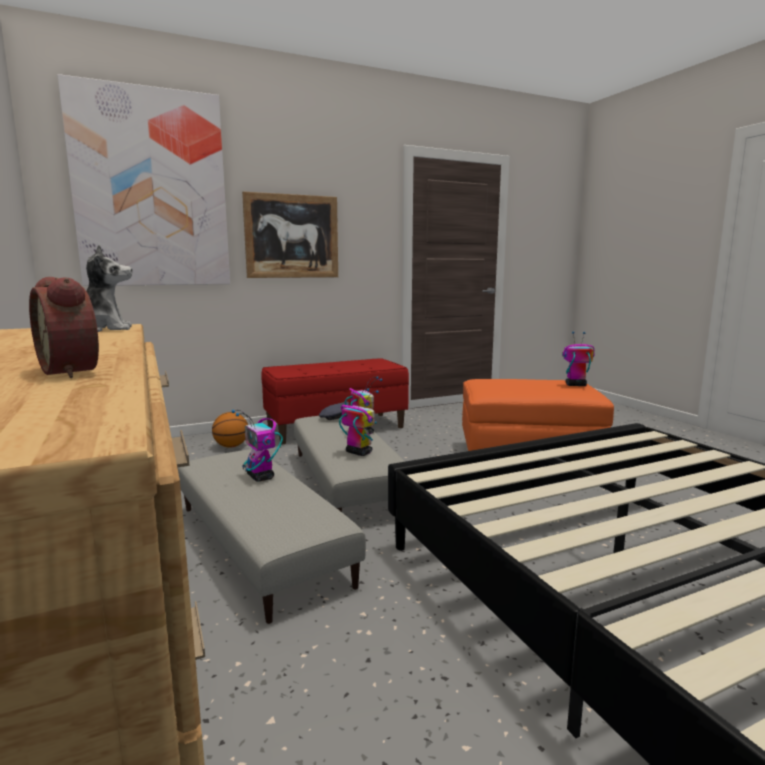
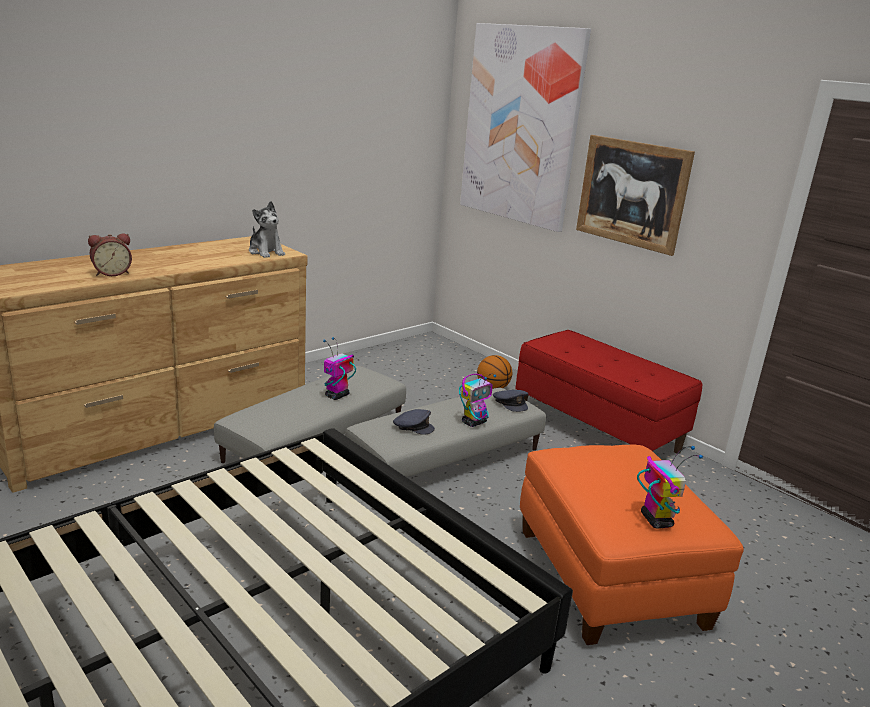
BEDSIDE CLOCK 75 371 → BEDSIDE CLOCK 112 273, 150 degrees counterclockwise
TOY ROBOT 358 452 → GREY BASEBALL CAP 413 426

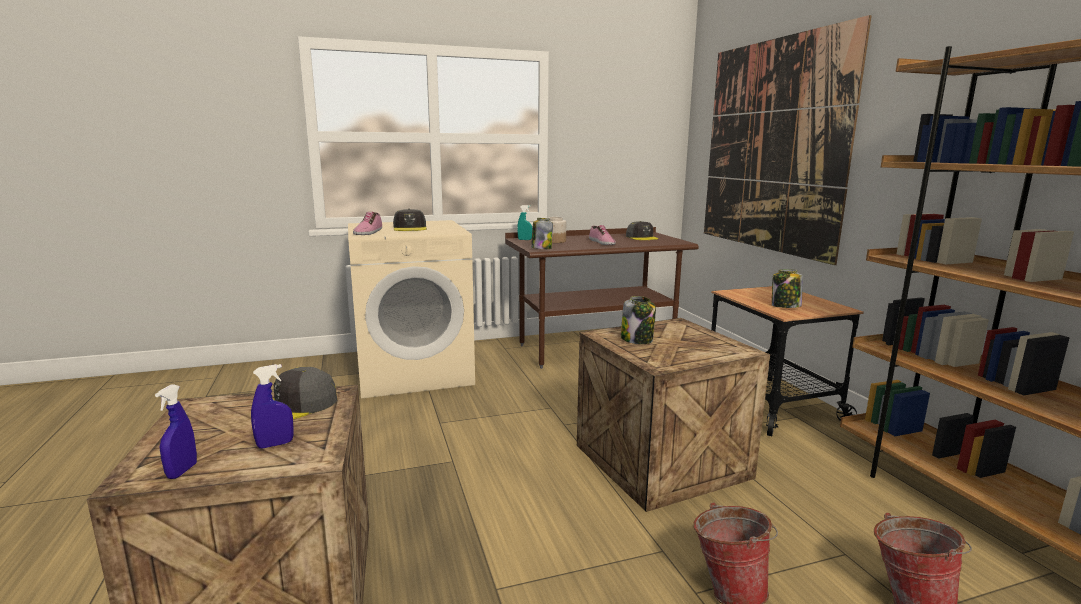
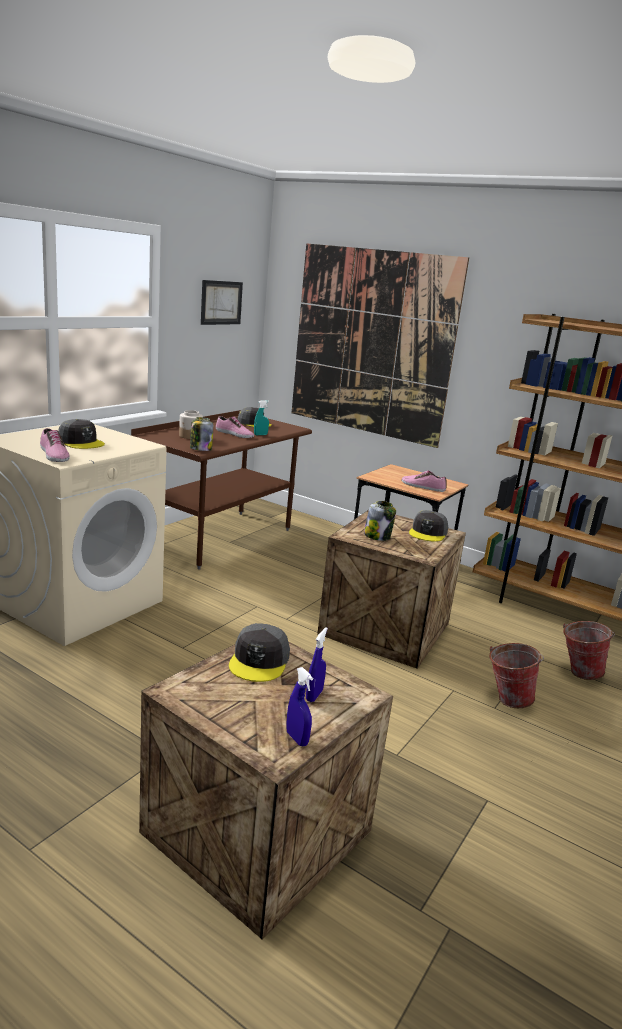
- → WALL ART 221 302
BLUE-GREEN HAND SPRAYER 524 239 → BLUE-GREEN HAND SPRAYER 260 435, relocated
PRESERVE JAR 785 306 → ITEM OF FOOTWEAR 423 486
- → GREY BASEBALL CAP 428 533

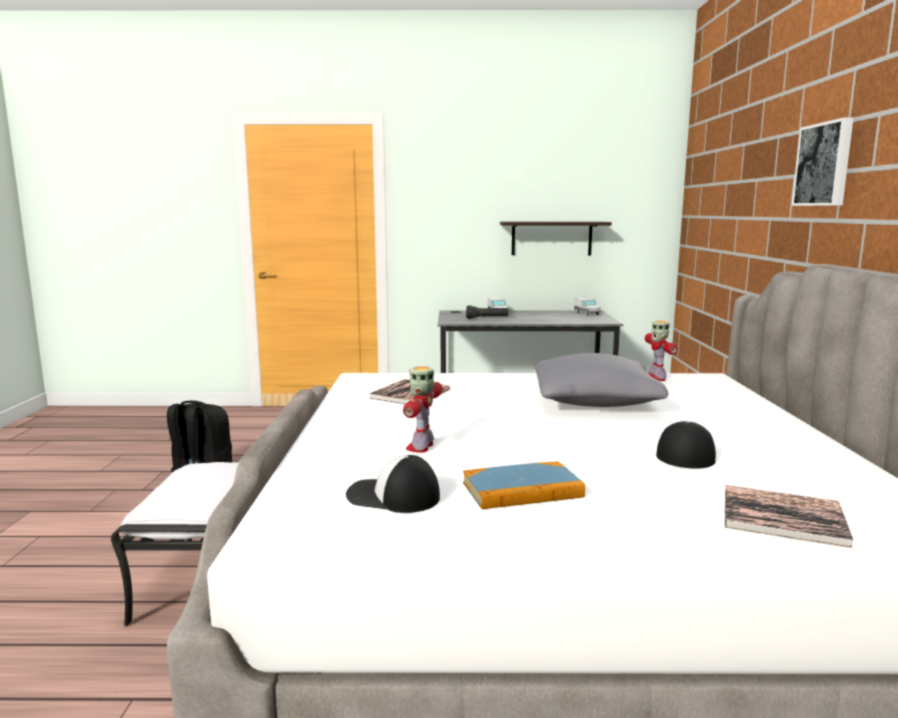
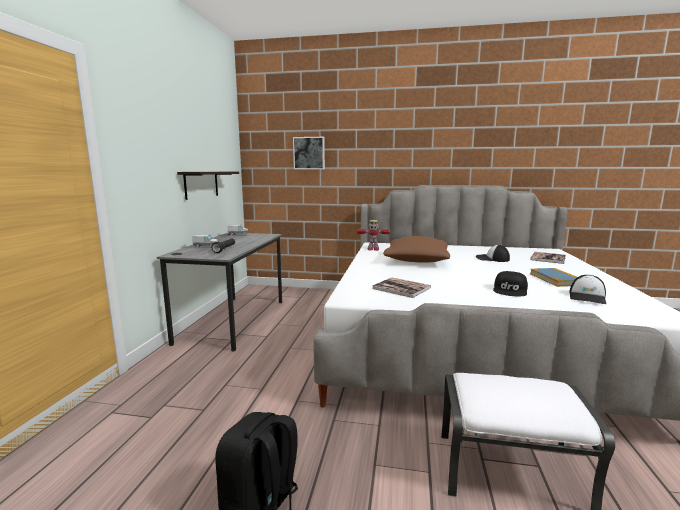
WALL ART 825 164 → WALL ART 309 153, relocated
GREY CUSHION 595 401 → BROWN-COLOURED CUSHION 417 260
TOY ROBOT 421 446 → BLACK BASEBALL CAP 510 290

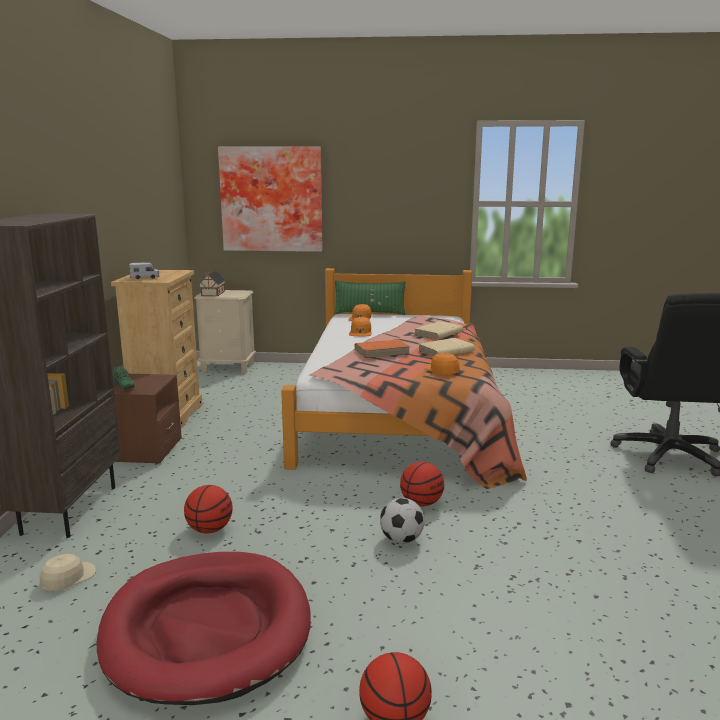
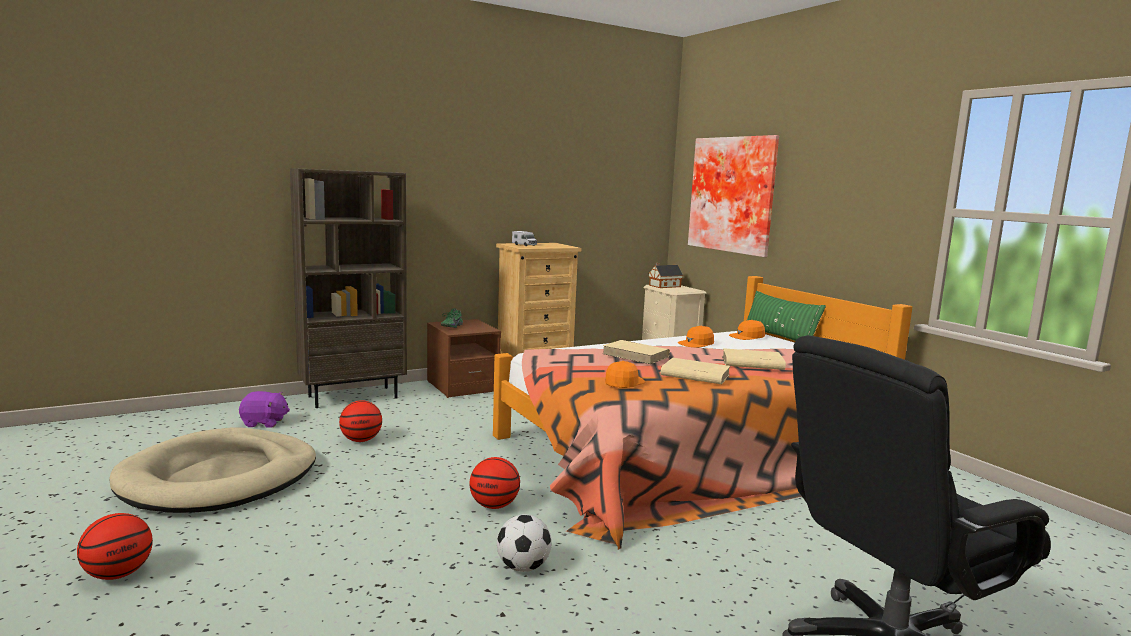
REDDISH DOG BED 207 629 → SAND-COLOURED DOG BED 220 477
SAND-COLOURED BASEBALL CAP 67 578 → PURPLE CUDDLY TOY 264 423
BALL FOR FOOTBALL 401 540 → BALL FOR FOOTBALL 523 567, relocated
ORANGE-COLOURED BOUND BOOK 382 351 → SAND-COLOURED BOUND BOOK 636 355

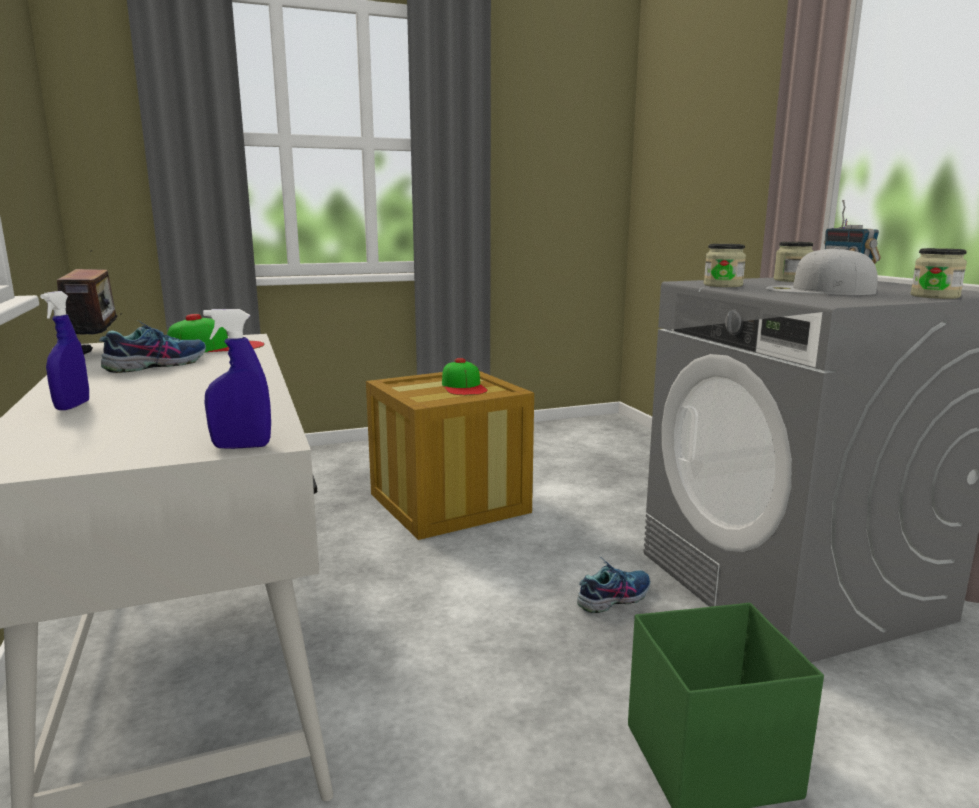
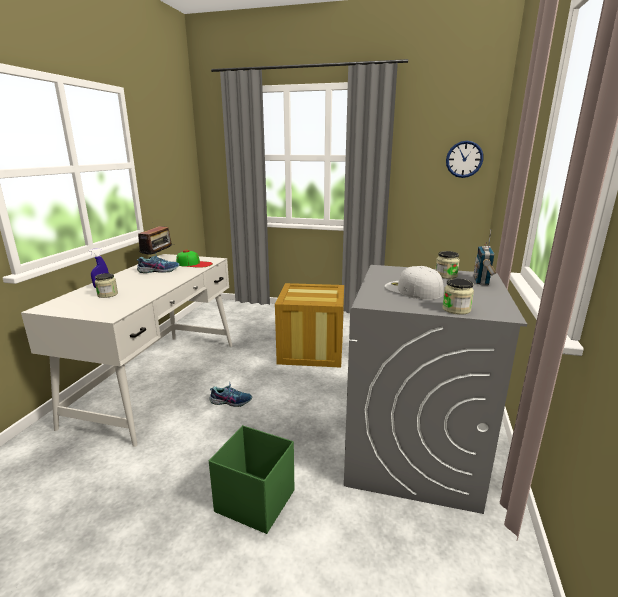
PRESERVE JAR 723 285 → PRESERVE JAR 107 294, relocated
ITEM OF FOOTWEAR 614 597 → ITEM OF FOOTWEAR 231 401, relocated
- → WALL CLOCK 464 159
BLUE HAND SPRAYER 241 446 → -
BASEBALL CAP 463 386 → -

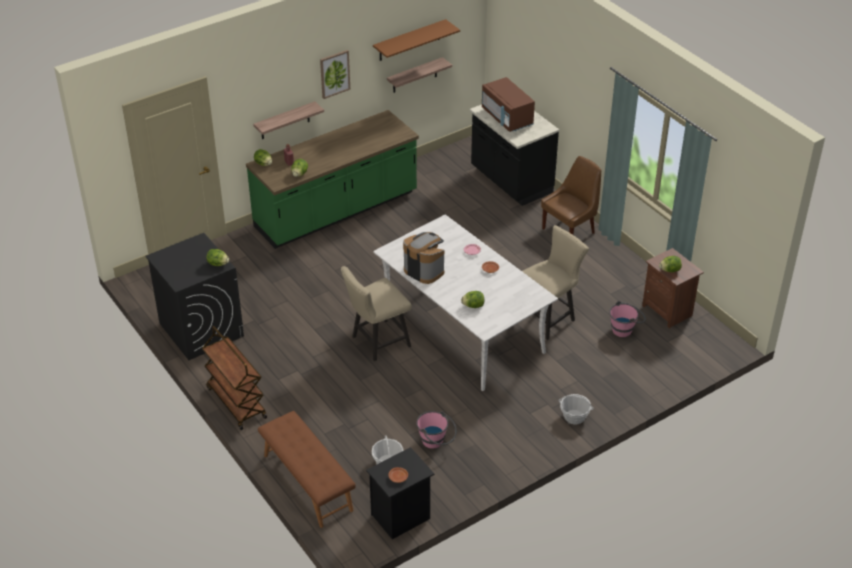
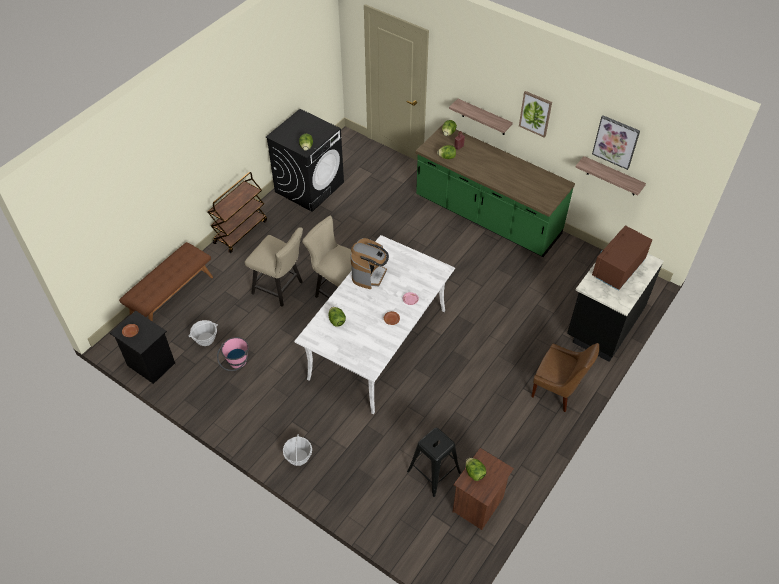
SAND-COLOURED CHAIR 548 317 → SAND-COLOURED CHAIR 281 289, relocated
PINK BUCKET 625 329 → BLACK SITTING STOOL 433 472
BROWN-COLOURED BRACKET SHELF 409 40 → WALL ART 616 142

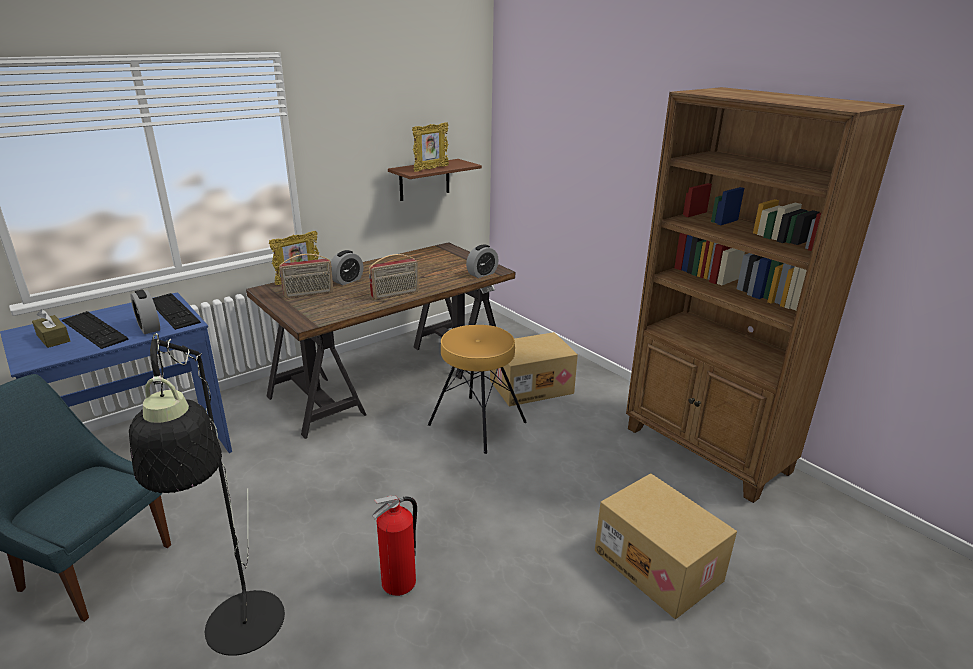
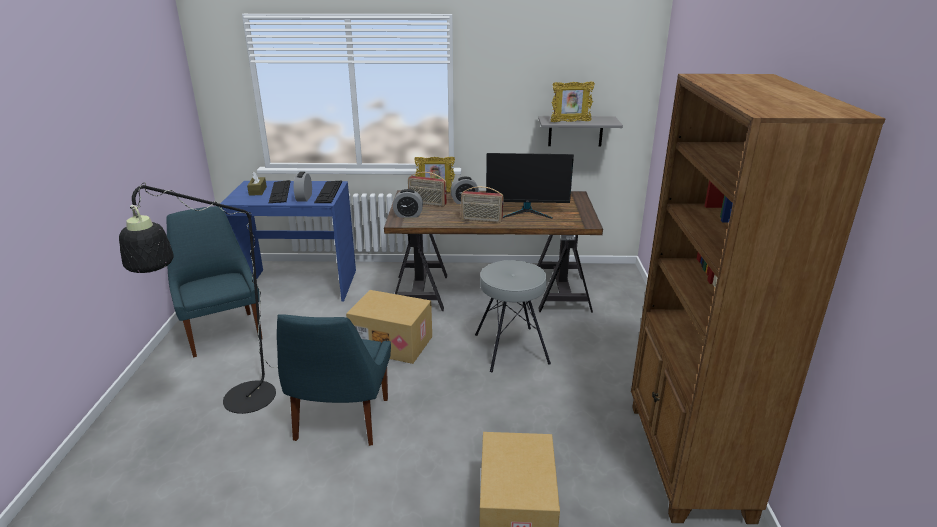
FIRE-FIGHTING CYLINDER 399 582 → BLUE CHAIR 341 422
CARDBOARD BOX 531 386 → CARDBOARD BOX 393 343, relocated
BEDSIDE CLOCK 482 274 → BEDSIDE CLOCK 408 215, relocated
BROWN-COLOURED SITTING STOOL 477 424 → GREY SITTING STOOL 510 349
- → MONITOR 527 212
BROWN-COLOURED BRACKET SHELF 424 180 → GREY BRACKET SHELF 575 131

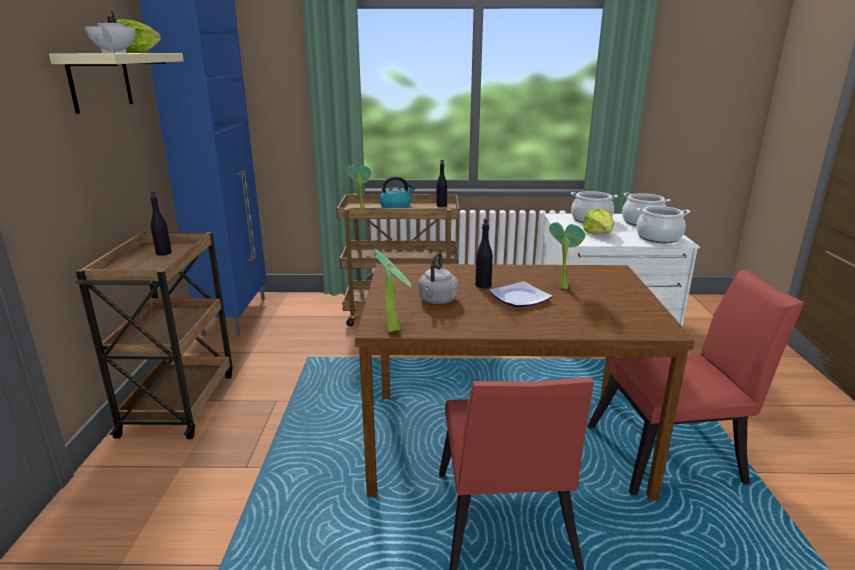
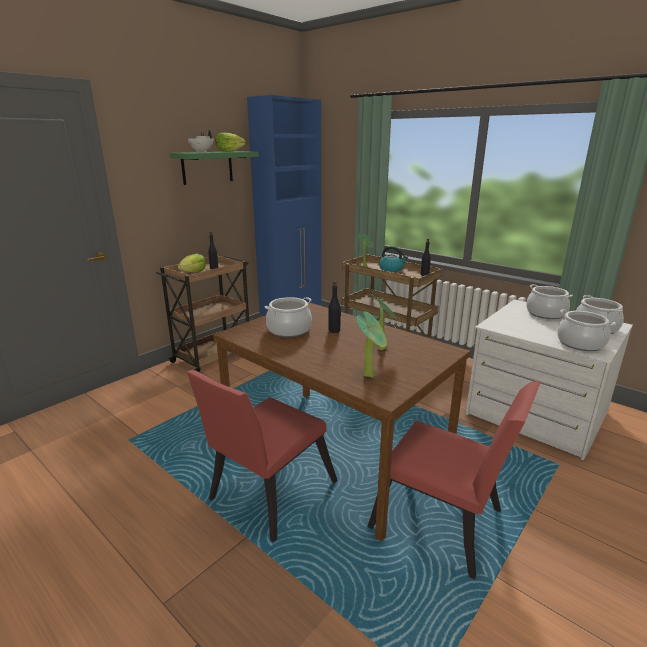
SAND-COLOURED BRACKET SHELF 100 81 → GREENISH BRACKET SHELF 207 167
LETTUCE 598 234 → LETTUCE 193 272, relocated
GREY TEA KETTLE 437 300 → SAUCEPOT 289 330
PLANT IN A POT 394 328 → PLANT IN A POT 370 375, relocated
FLAT DISH 521 298 → -

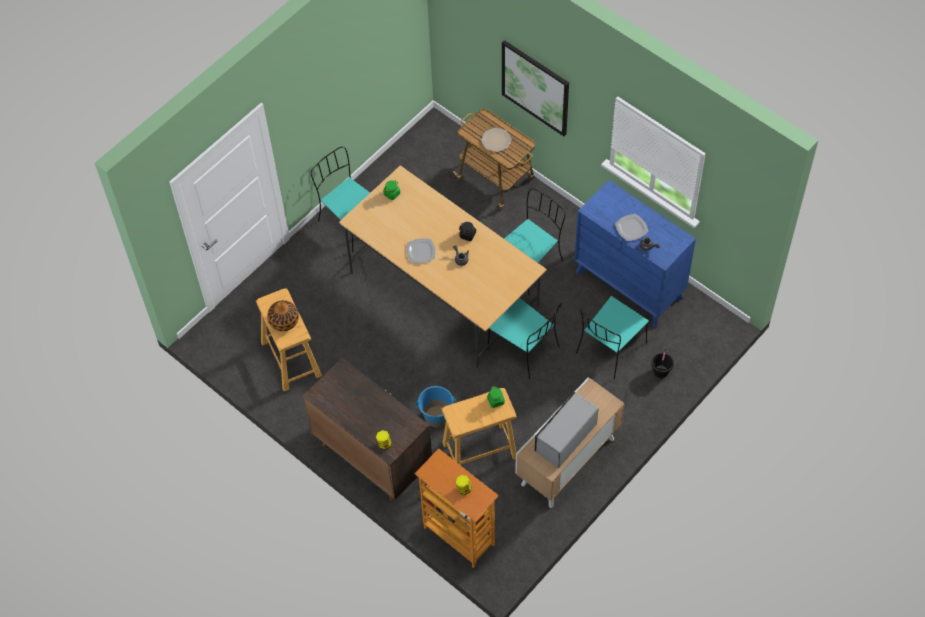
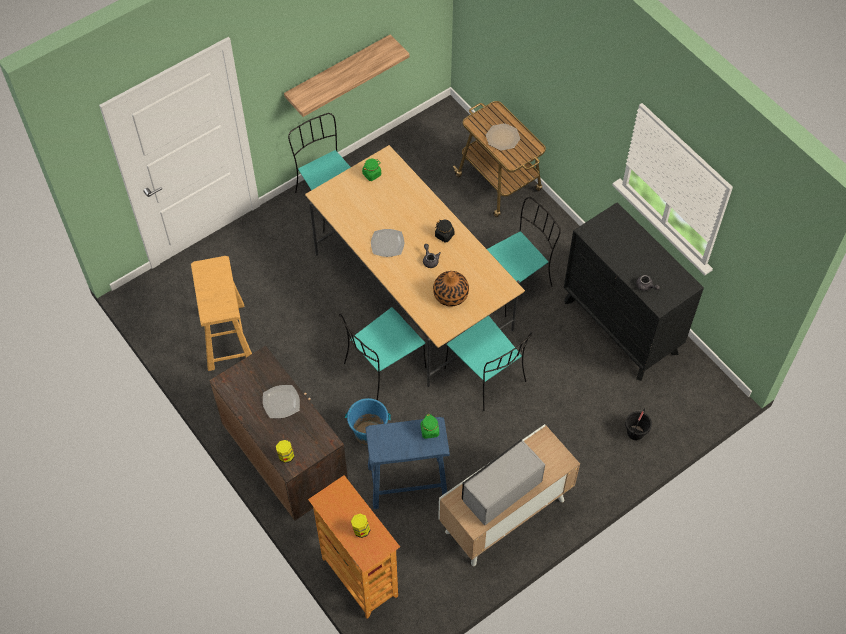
FLAT DISH 631 228 → FLAT DISH 281 403, relocated
- → BRACKET SHELF 338 72
BLUE-GREEN CHAIR 610 349 → BLUE-GREEN CHAIR 383 366, relocated
SAND-COLOURED SITTING STOOL 479 450 → BLUE SITTING STOOL 407 482
DECORATIVE VASE 284 321 → DECORATIVE VASE 450 295, relocated
BLUE DRESSER 629 284 → BLACK DRESSER 621 326
WALL ART 535 87 → -

